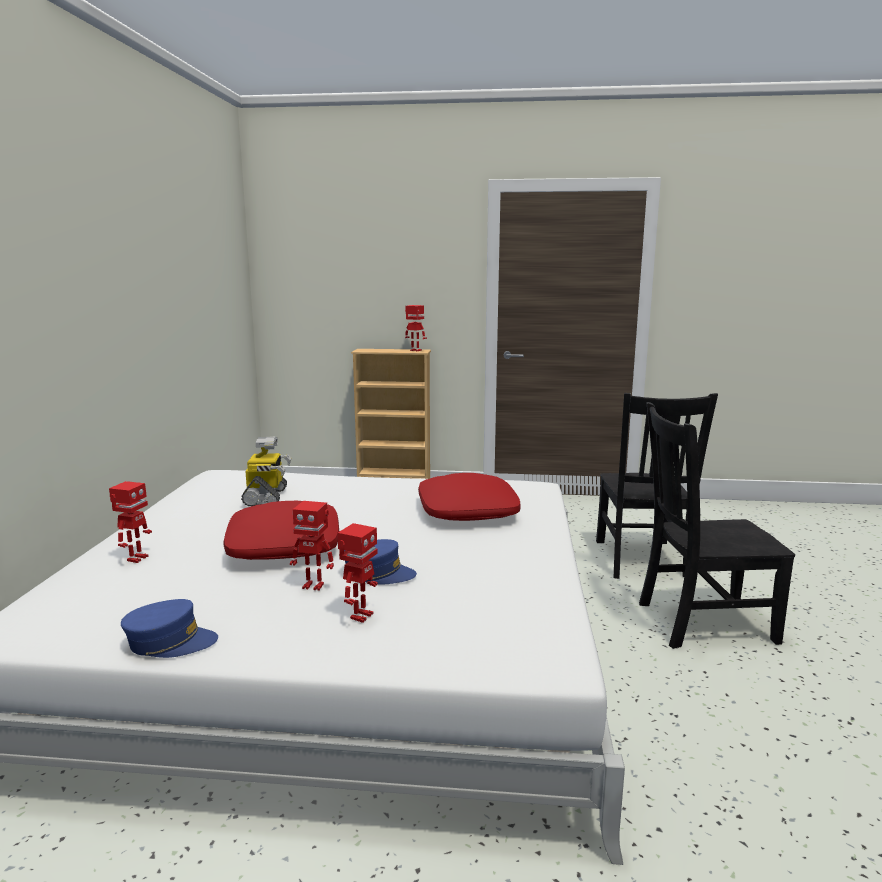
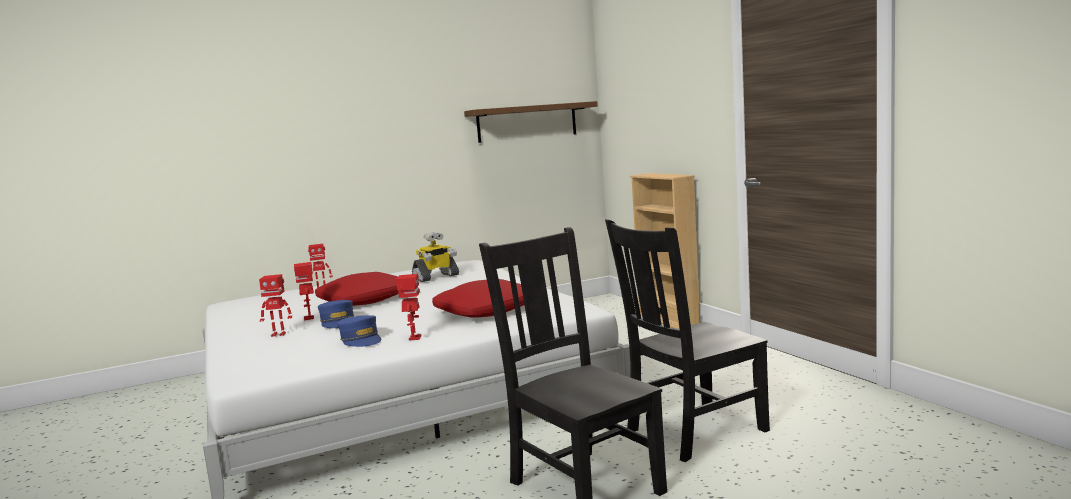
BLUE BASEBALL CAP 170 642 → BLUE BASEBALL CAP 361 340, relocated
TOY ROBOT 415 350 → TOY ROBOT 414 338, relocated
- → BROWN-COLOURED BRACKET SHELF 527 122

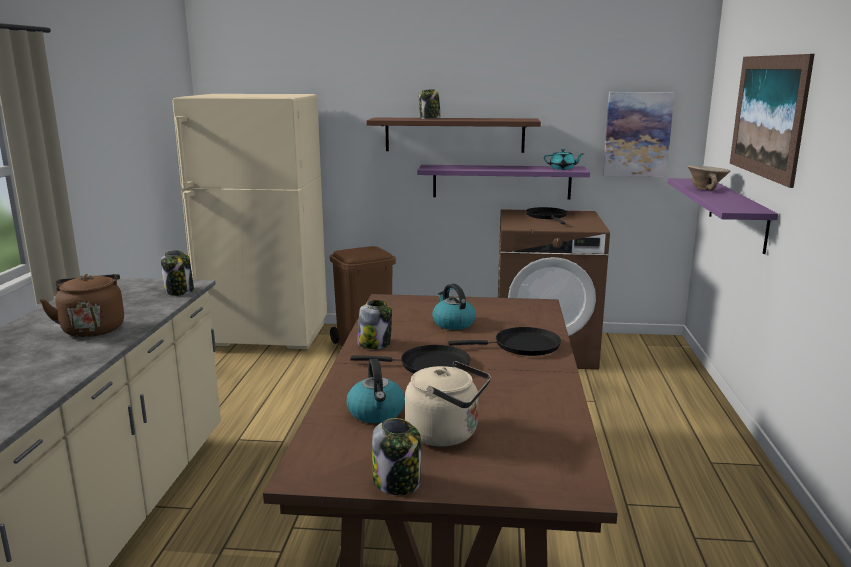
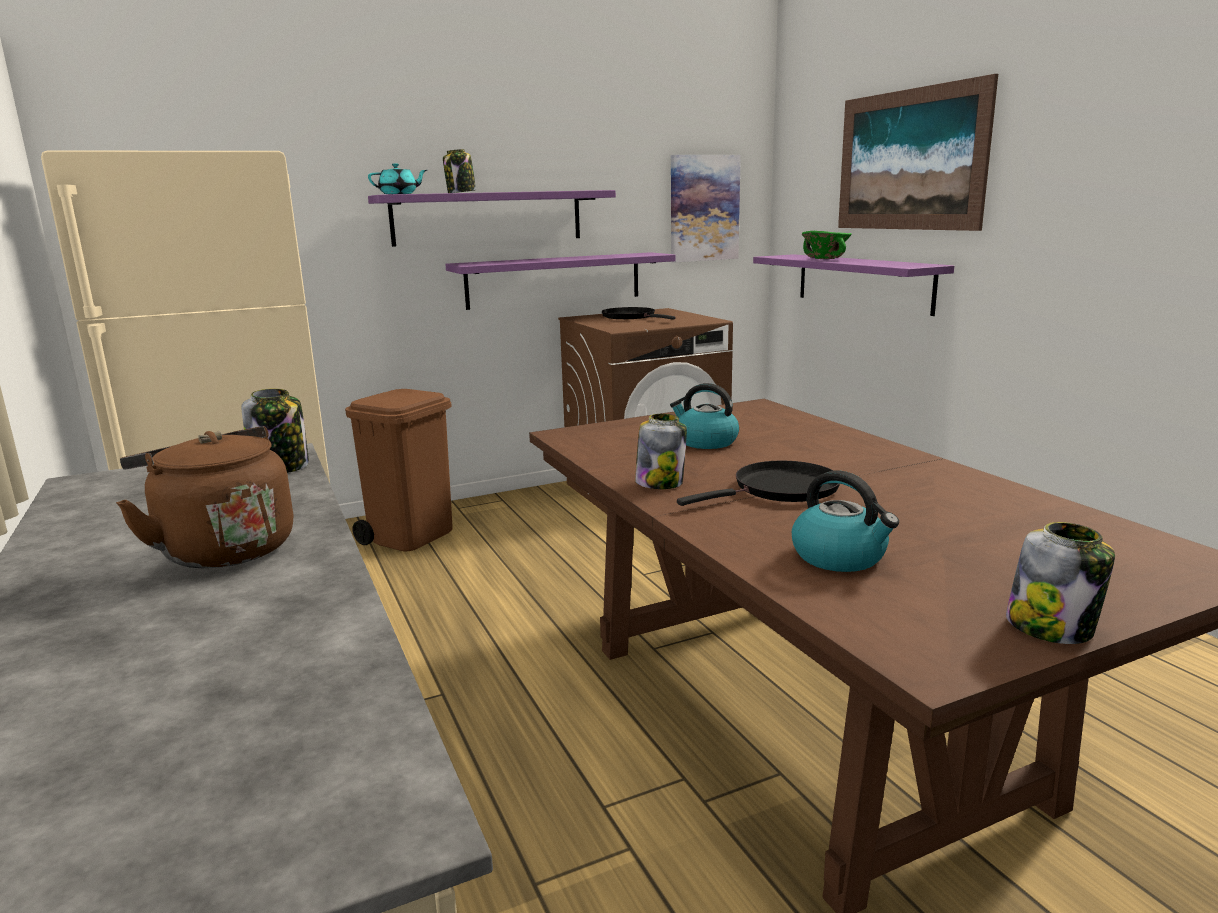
BLUE-GREEN TEAPOT 562 168 → BLUE-GREEN TEAPOT 399 194, relocated
BROWN-COLOURED BRACKET SHELF 454 135 → PURPLE BRACKET SHELF 488 218
SAND-COLOURED DEEP DISH 706 190 → GREENISH DEEP DISH 825 259
SAND-COLOURED TEA KETTLE 447 434 → -
BLACK FRYING PAN 522 346 → -

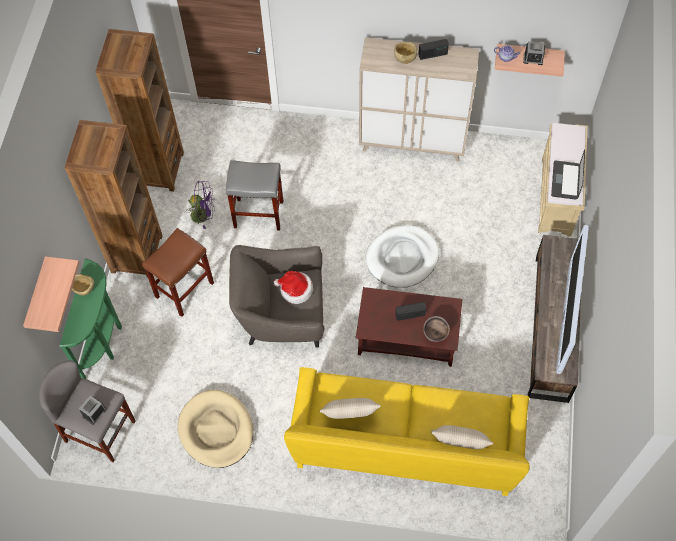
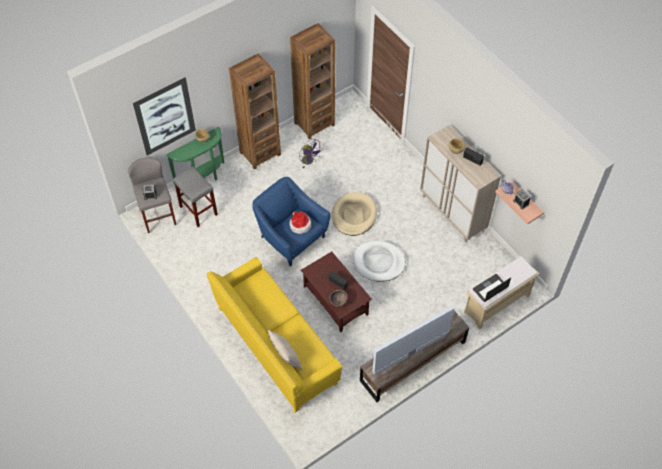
BRACKET SHELF 38 296 → WALL ART 165 117
GREY SITTING STOOL 258 214 → GREY SITTING STOOL 198 210, relocated
GREY EASY CHAIR 282 315 → BLUE EASY CHAIR 291 237
SAND-COLOURED DOG BED 216 430 → SAND-COLOURED DOG BED 354 215, relocated
BROWN-COLOURED SITTING STOOL 184 290 → -
SAND-COLOURED CUSHION 350 417 → -

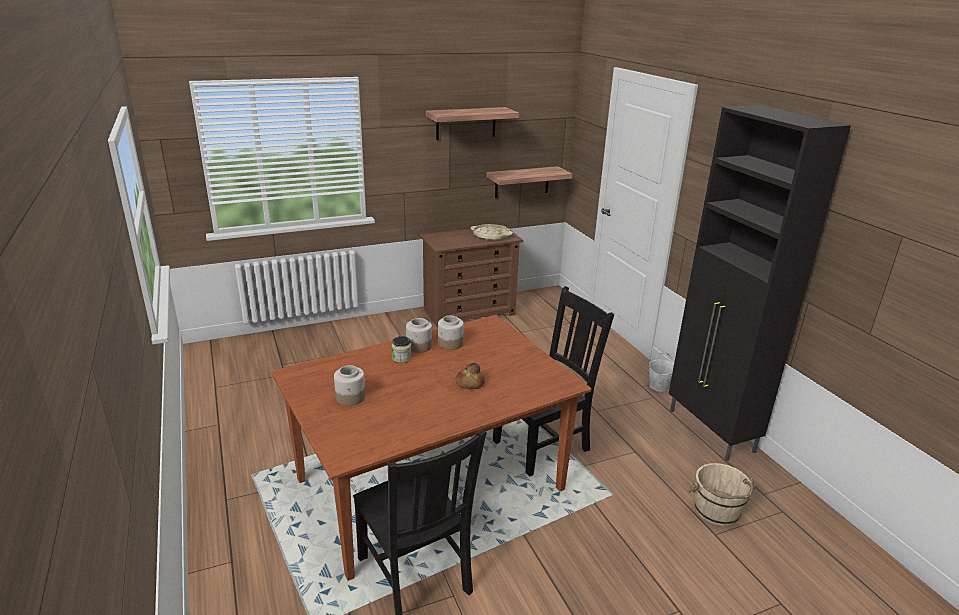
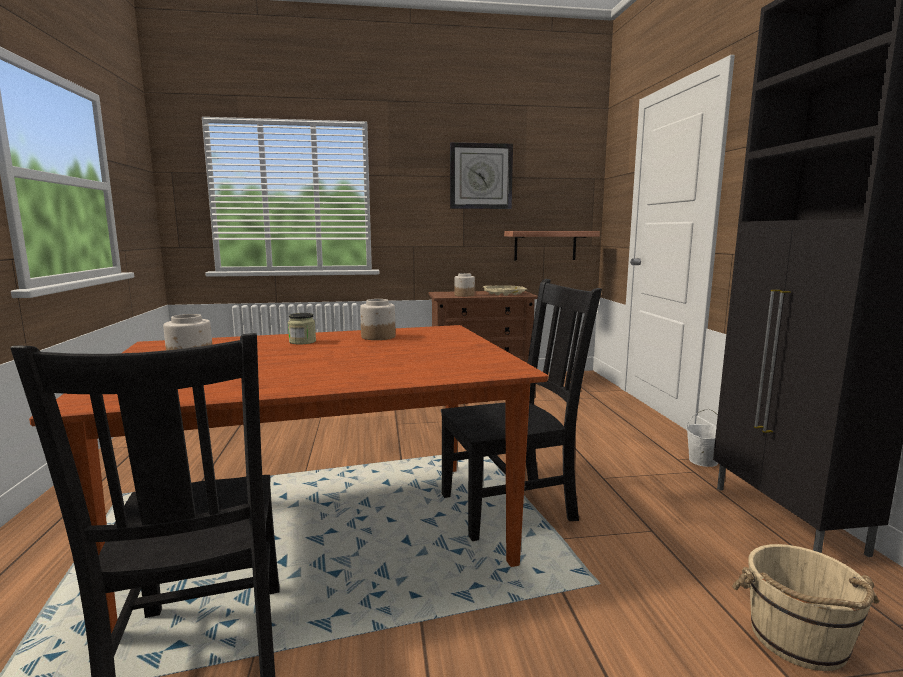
BRACKET SHELF 466 123 → WALL CLOCK 480 176
PRESERVE JAR 419 346 → PRESERVE JAR 464 295, relocated
BAKED BREAD 469 383 → -

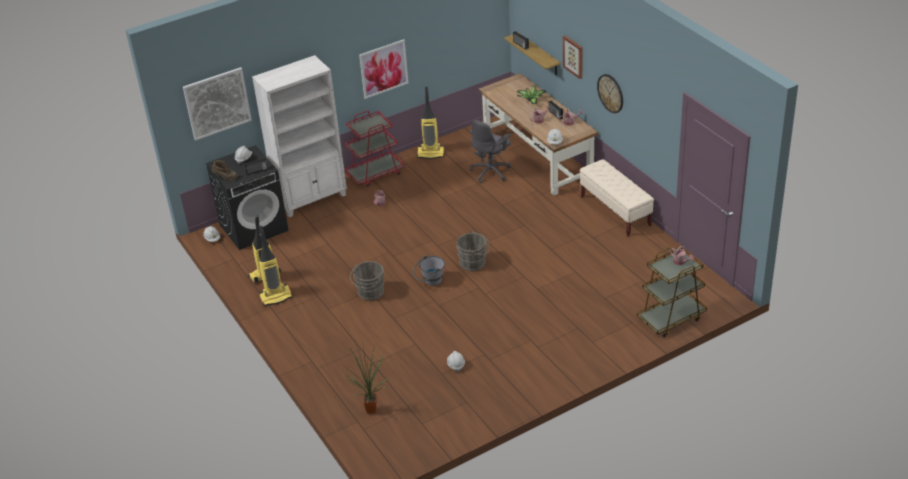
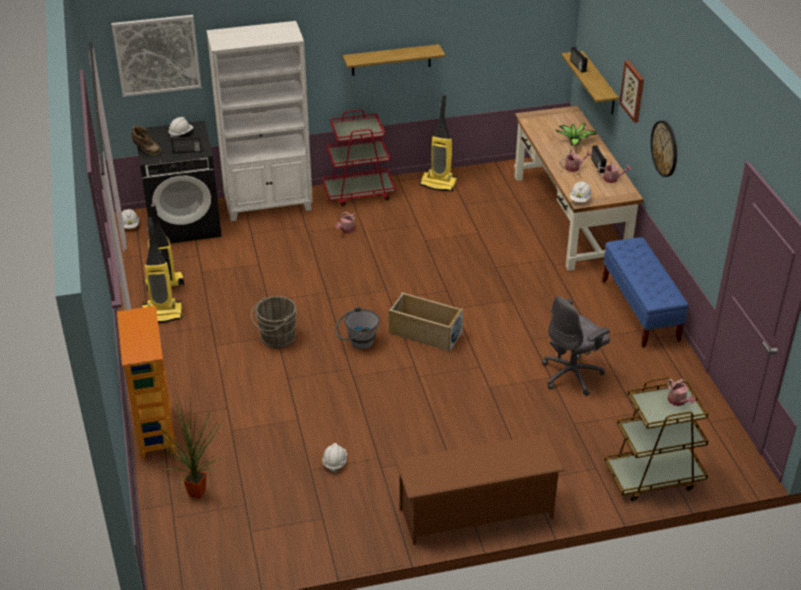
- → BOOKCASE 155 433
WALL ART 383 69 → BRACKET SHELF 391 60
GREY BUCKET 474 263 → SAND-COLOURED STORAGE BOX 424 333
- → BROWN-COLOURED SHOE SHELF 477 513
GREY OFFICE CHAIR 491 172 → GREY OFFICE CHAIR 572 375, relocated
SAND-COLOURED LONG SEAT 615 211 → BLUE LONG SEAT 640 311

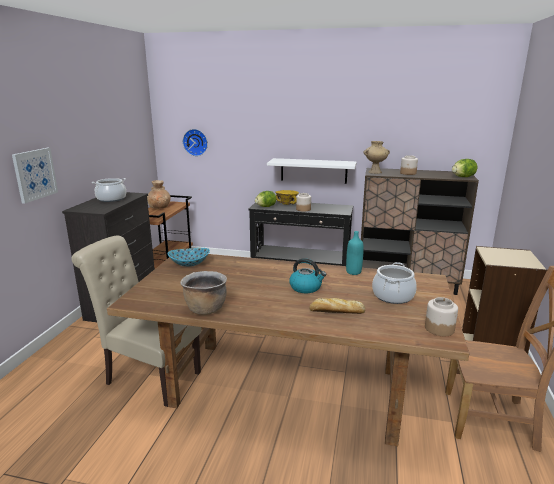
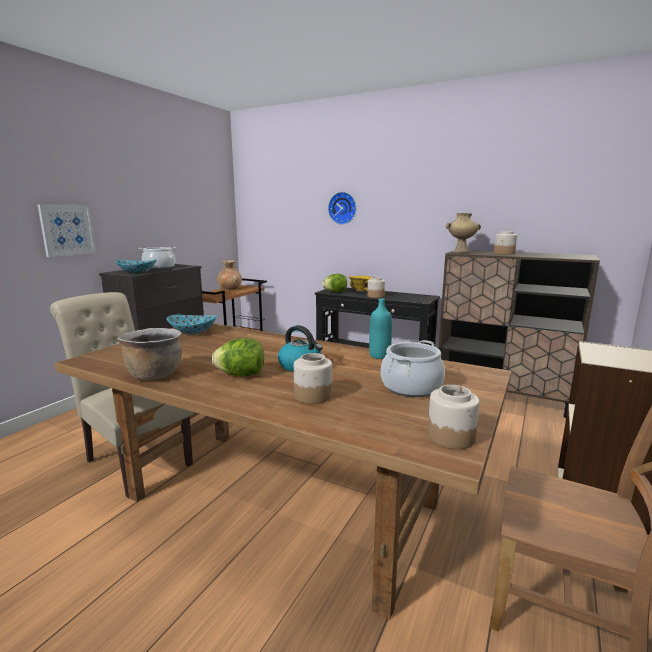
- → DEEP DISH 137 272
LETTUCE 463 177 → LETTUCE 241 375, relocated
BAKED BREAD 335 311 → PRESERVE JAR 312 396
WALL CLOCK 196 142 → WALL CLOCK 343 208, relocated
WHITE-COLOURED BRACKET SHELF 313 170 → -

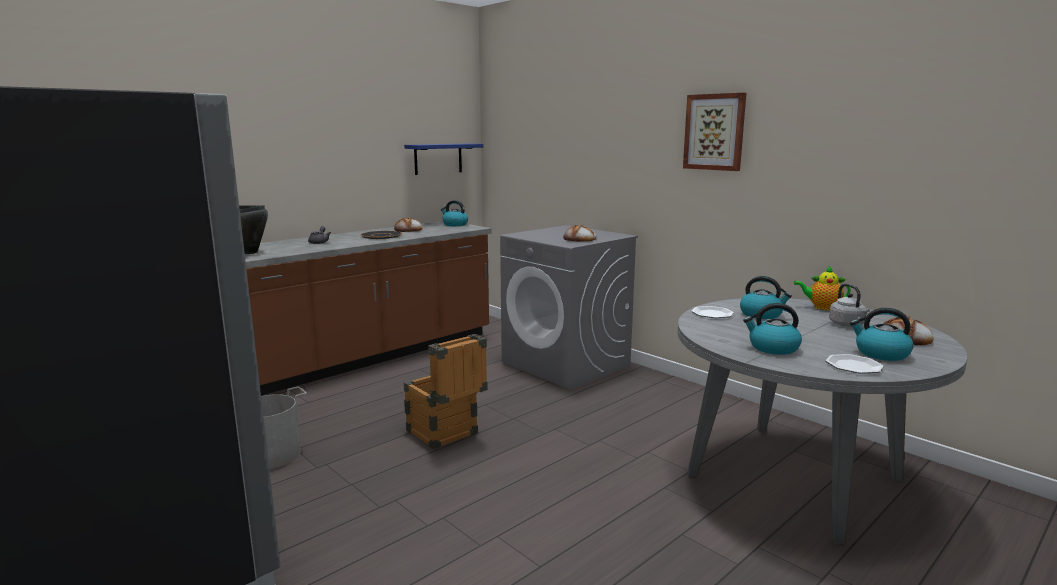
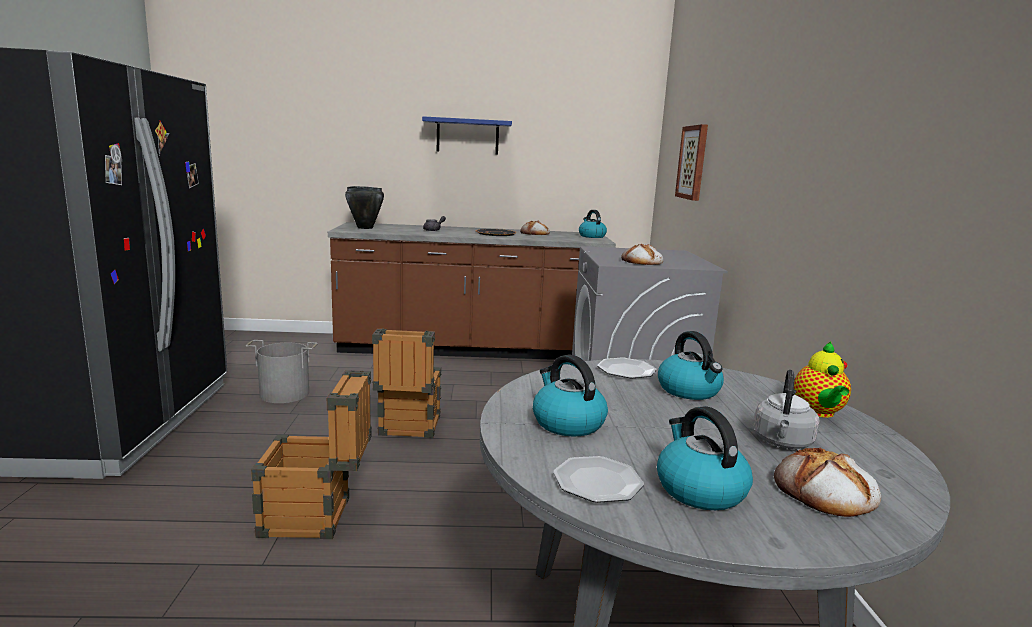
- → CRATE 317 518
BLUE BRACKET SHELF 438 158 → BLUE BRACKET SHELF 467 136, relocated
WALL ART 714 132 → WALL ART 693 162, relocated
TEAPOT 821 307 → TEAPOT 818 412, 135 degrees counterclockwise

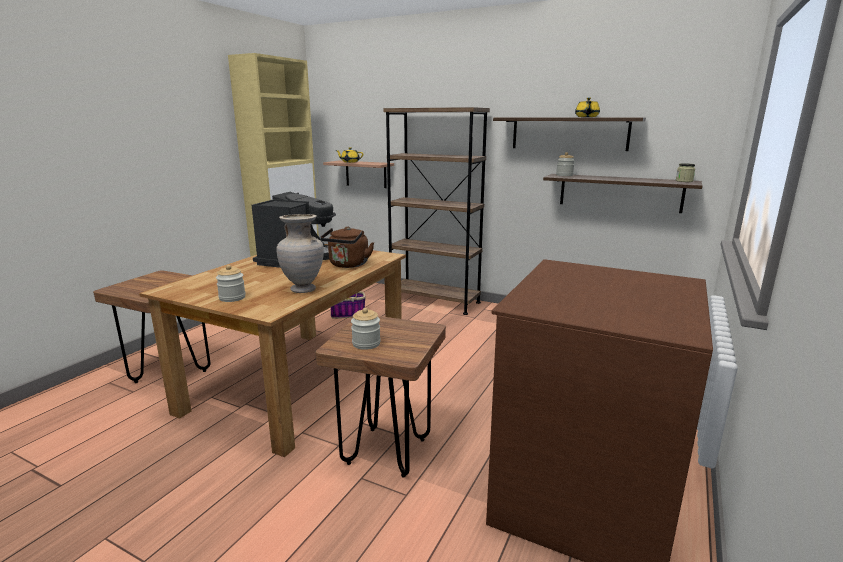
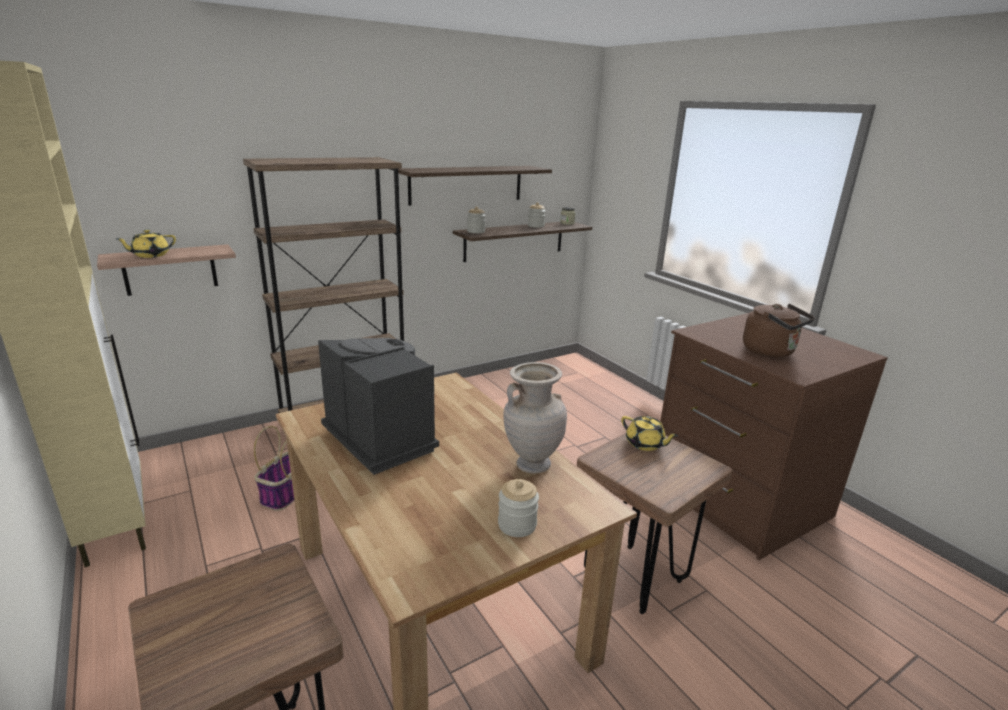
PRESERVE JAR 366 344 → PRESERVE JAR 536 226, relocated
YELLOW-COLOURED TEAPOT 586 117 → YELLOW-COLOURED TEAPOT 645 444, relocated
BROWN-COLOURED TEA KETTLE 348 265 → BROWN-COLOURED TEA KETTLE 771 352, relocated

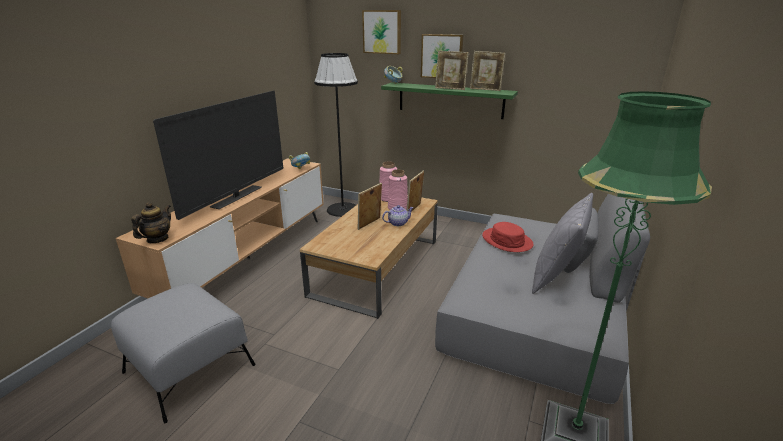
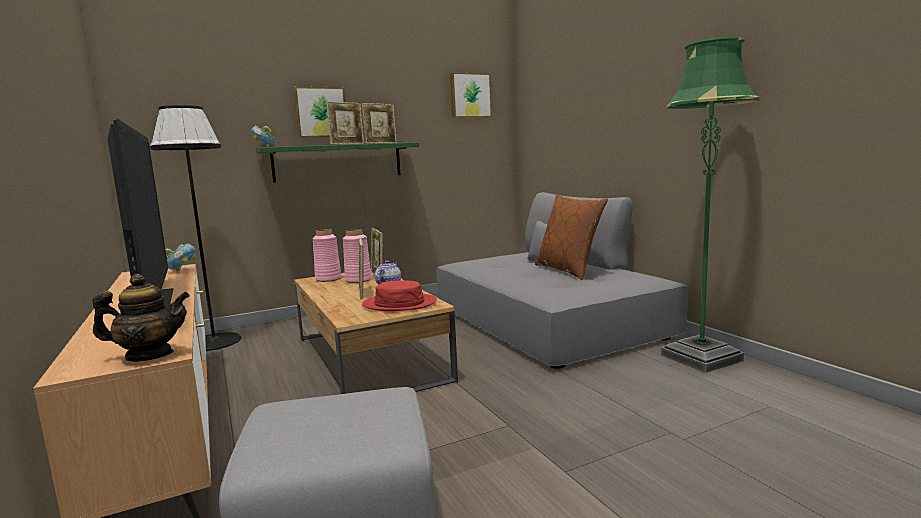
TEAPOT 157 239 → TEAPOT 149 355, 105 degrees clockwise
REDDISH HAT 507 240 → REDDISH HAT 399 303, relocated
WALL ART 382 32 → WALL ART 470 95, relocated
GREY CUSHION 556 275 → BROWN-COLOURED CUSHION 568 270

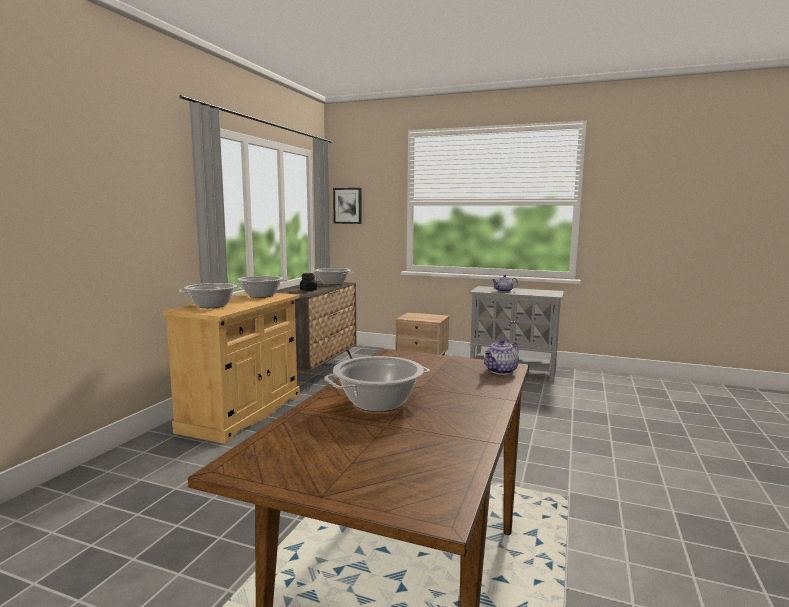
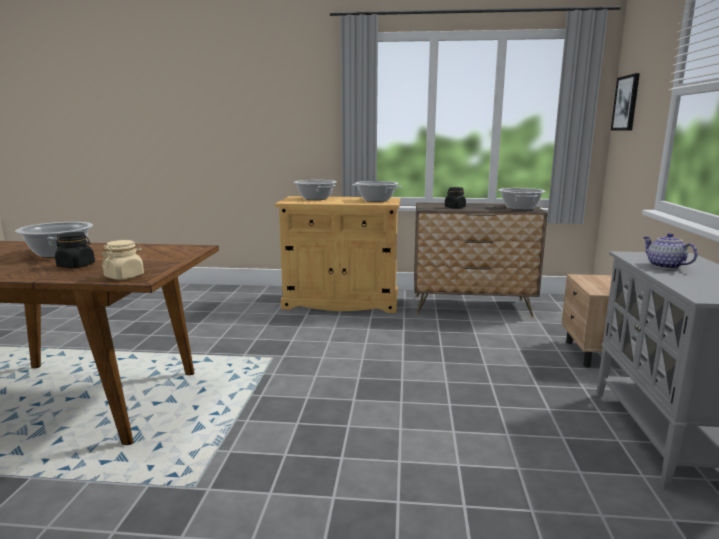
- → BLACK PRESERVE JAR 76 266
TEAPOT 501 371 → SAND-COLOURED PRESERVE JAR 124 276

